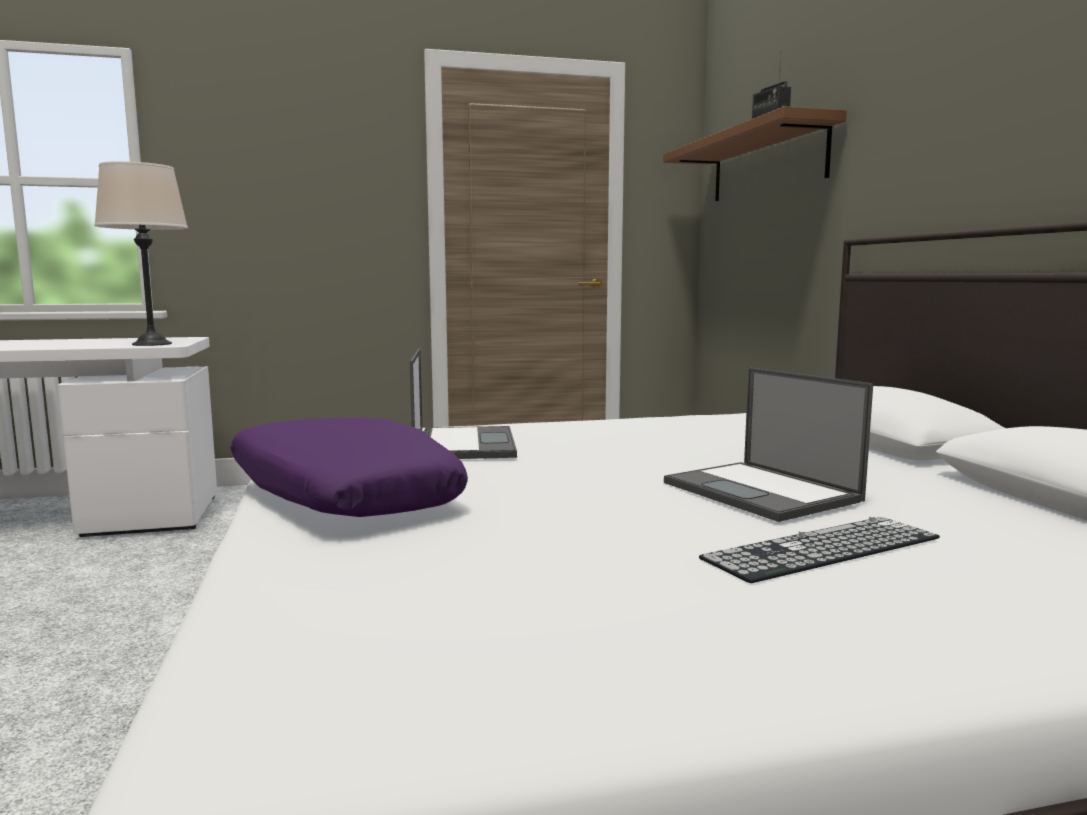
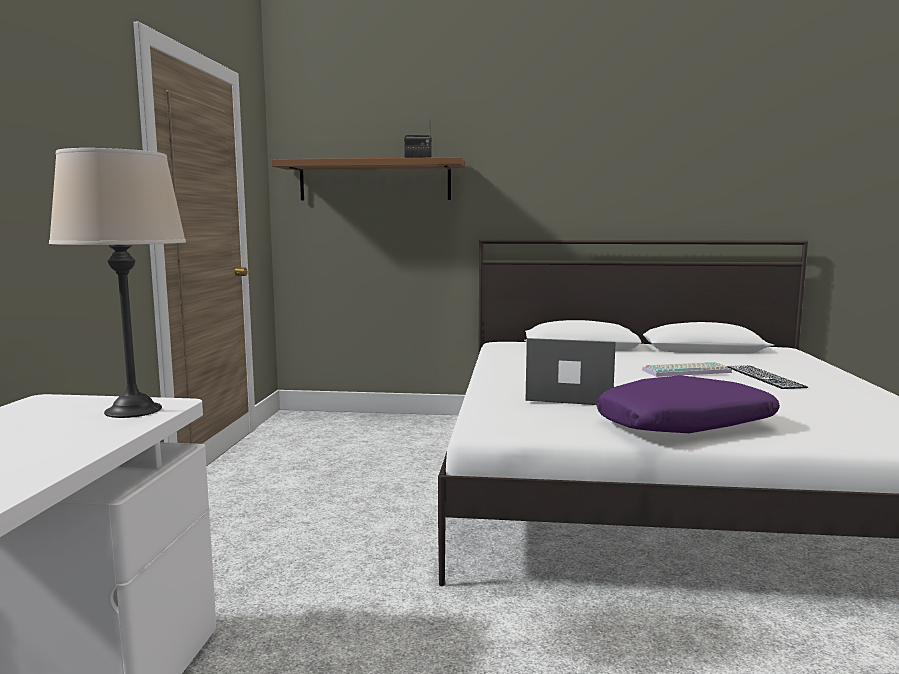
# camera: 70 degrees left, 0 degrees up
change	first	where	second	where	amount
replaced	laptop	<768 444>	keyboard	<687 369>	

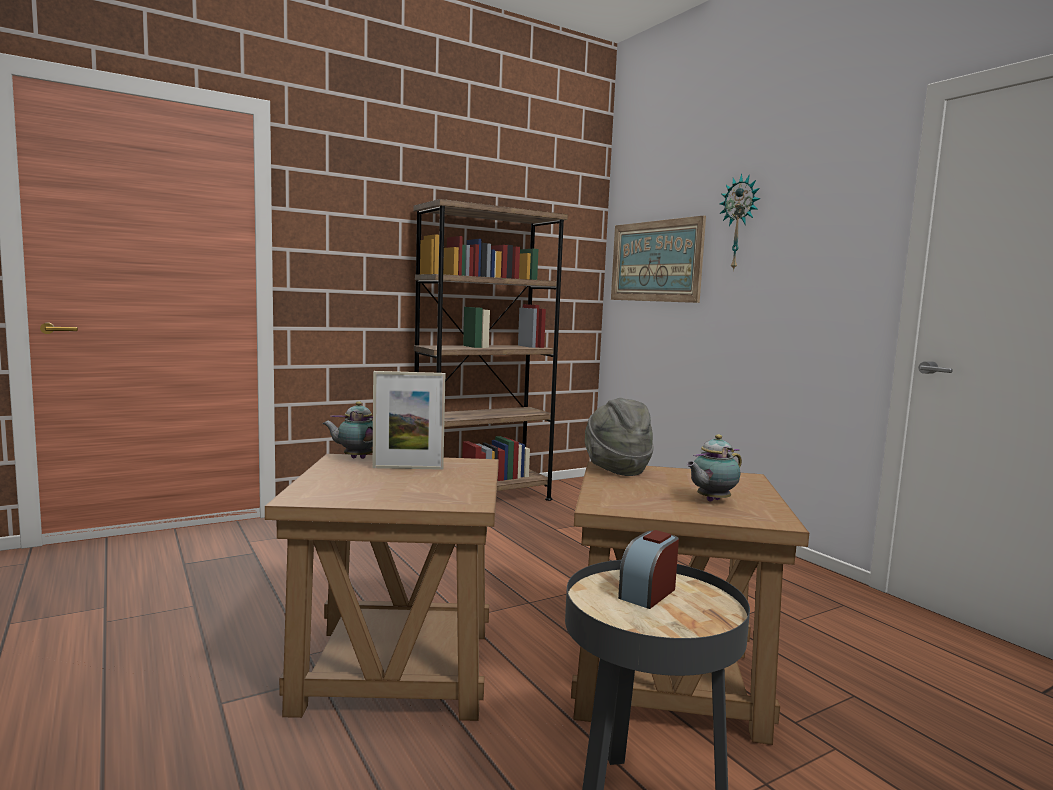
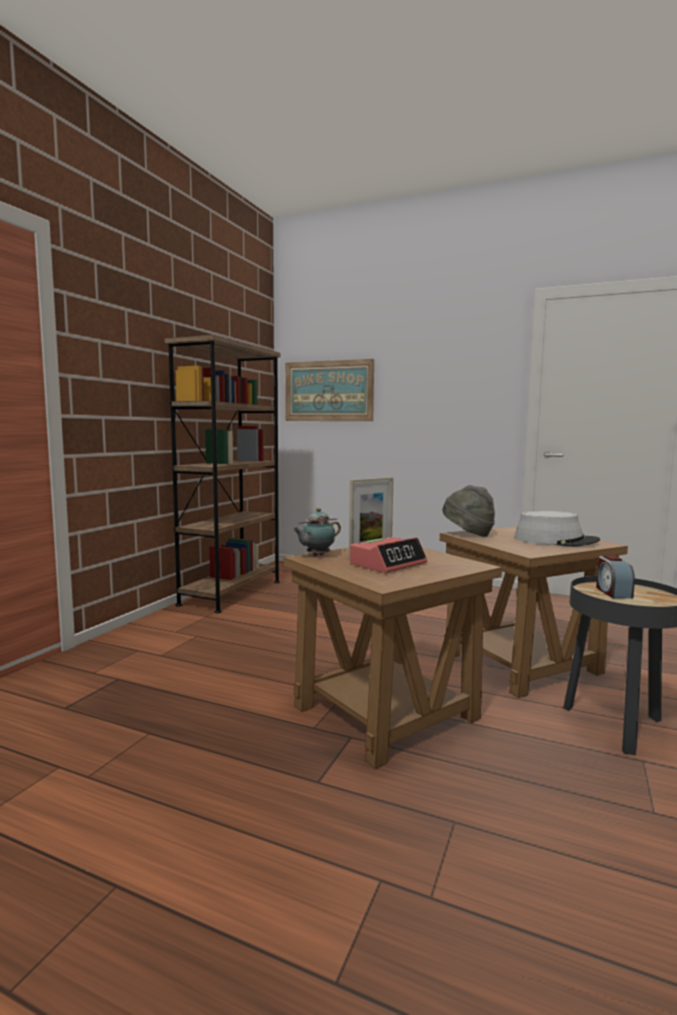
# camera: 35 degrees left, 0 degrees up
change	first	where	second	where	amount
replaced	teapot	<714 468>	grey hat	<557 528>	
removed	wall clock	<740 222>			
added			alarm clock	<388 555>	

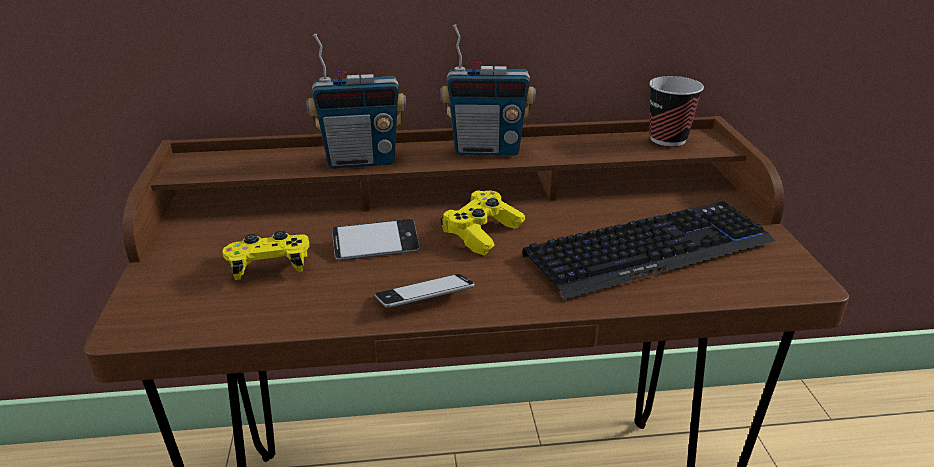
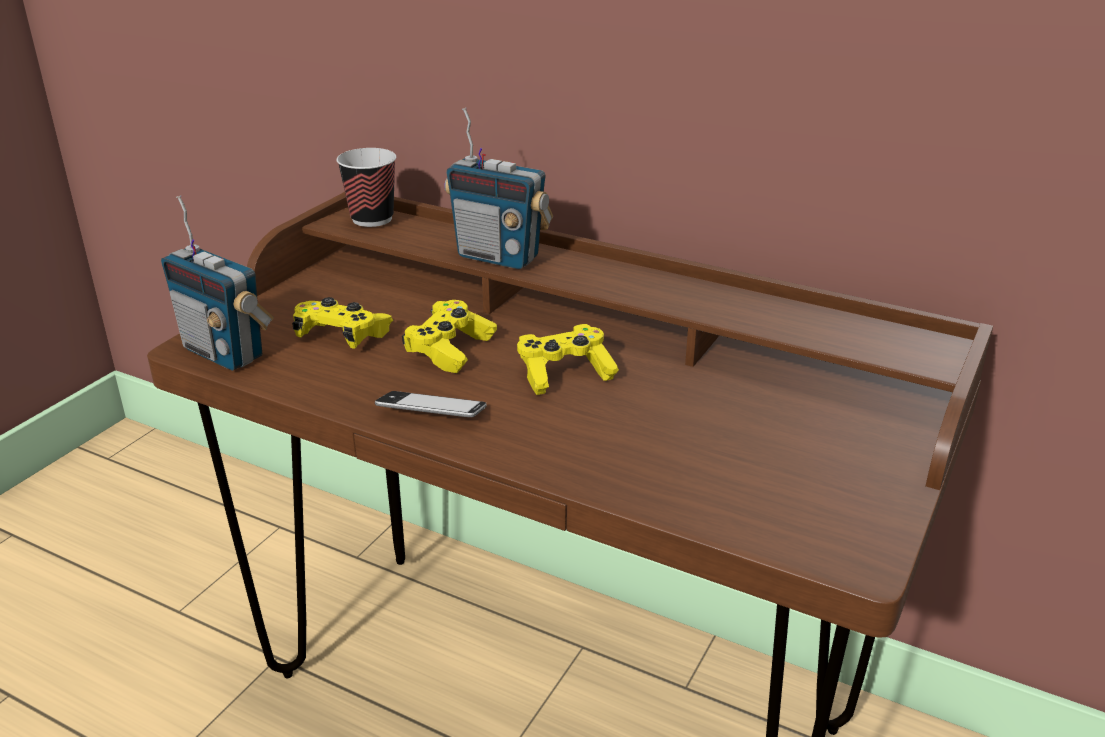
# camera: 35 degrees right, 0 degrees up
change	first	where	second	where	amount
replaced	phone	<376 240>	yellow game controller	<449 336>	
moved	radio	<488 90>		<217 283>	
removed	keyboard	<648 250>			
moved	cup	<676 111>		<366 187>	

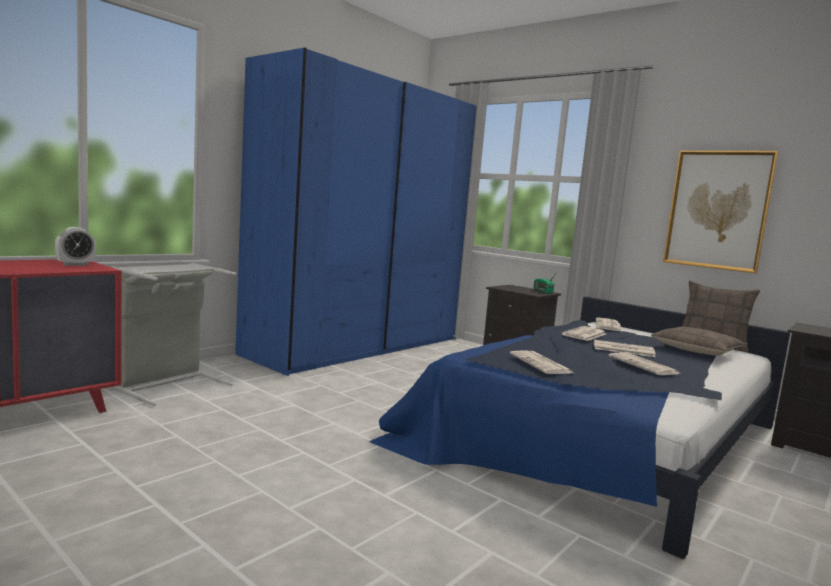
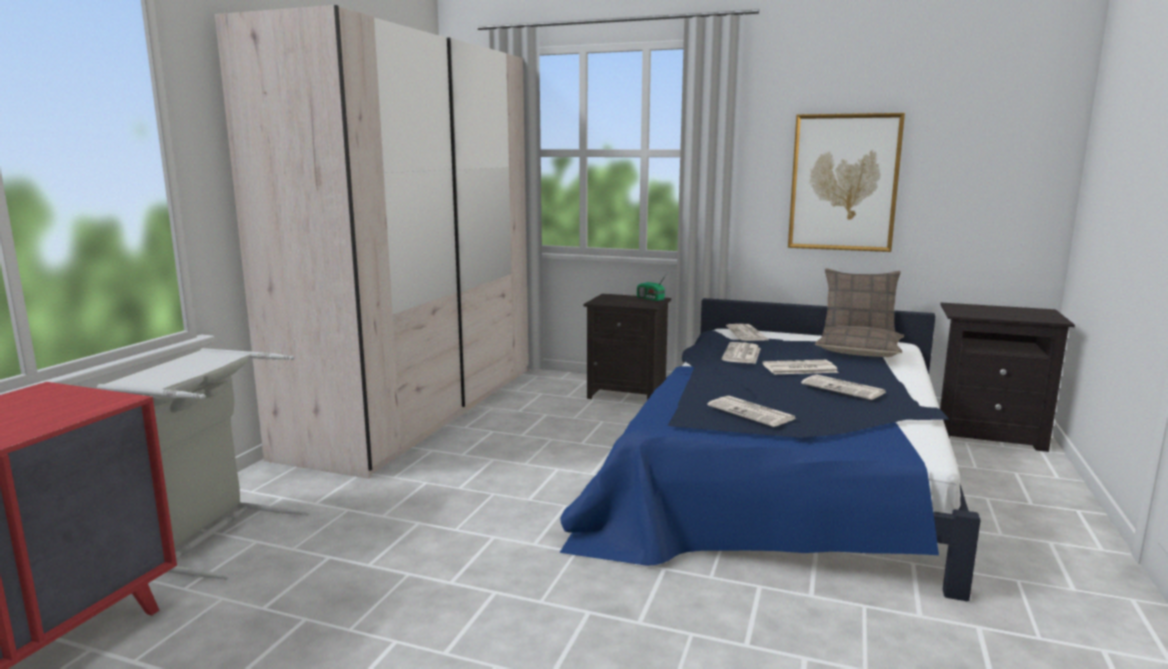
# camera: 20 degrees left, 5 degrees up
change	first	where	second	where	amount
removed	alarm clock	<75 246>			
recoloured	blue wardrobe	<356 211>	beige wardrobe	<372 242>	

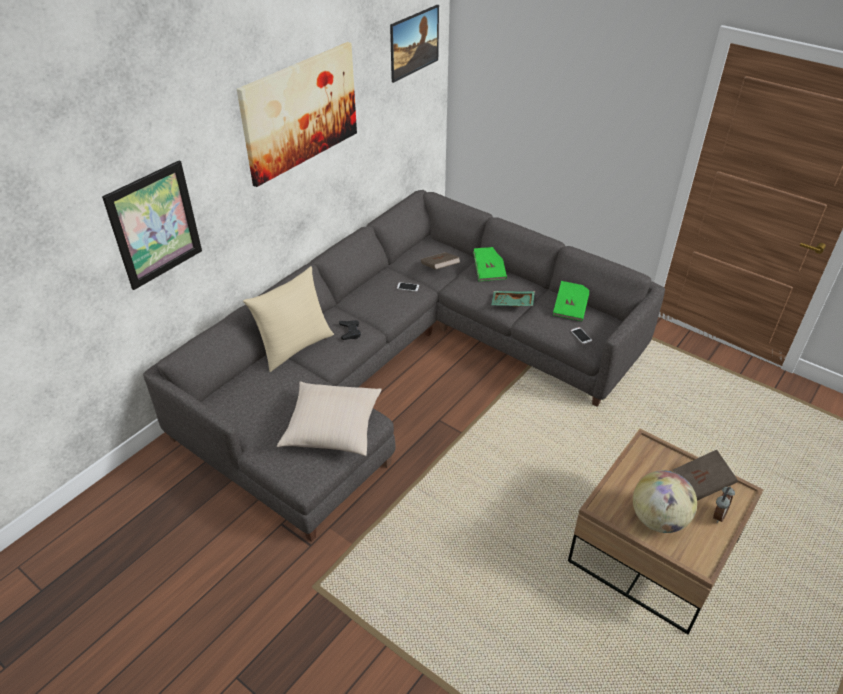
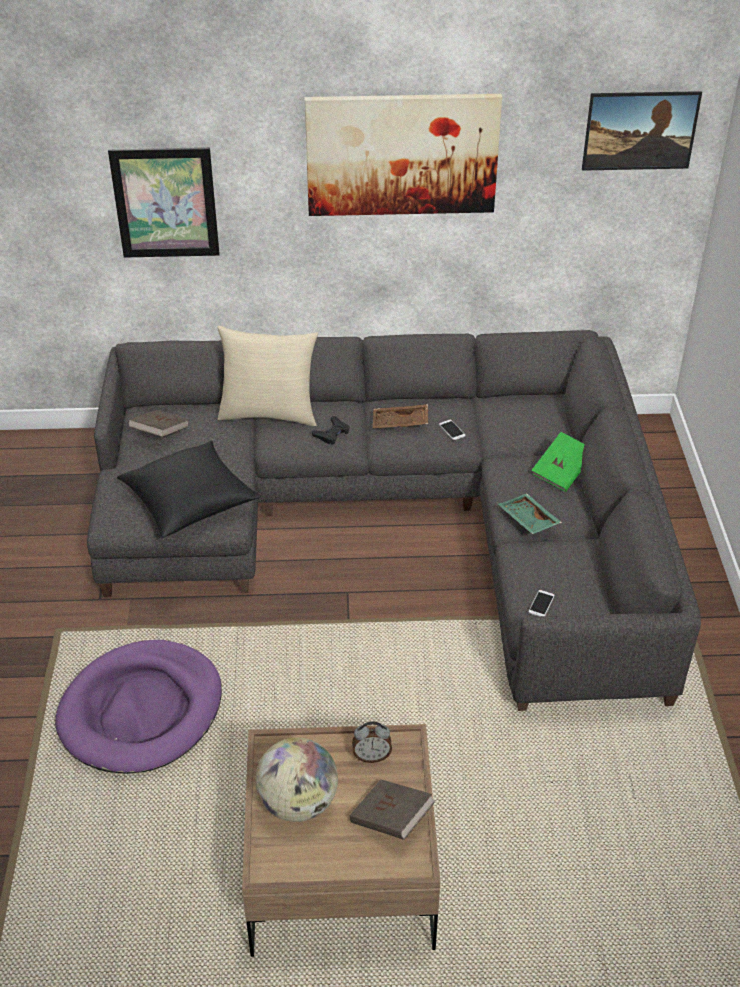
# camera: 50 degrees right, 0 degrees up
change	first	where	second	where	amount
recoloured	beige pillow	<329 418>	black pillow	<189 489>	
moved	brown book	<441 260>		<158 423>	
removed	green book	<571 301>			
moved	alarm clock	<724 504>		<372 742>	
added			purple dog bed	<138 707>	
added			brown tray	<400 416>	

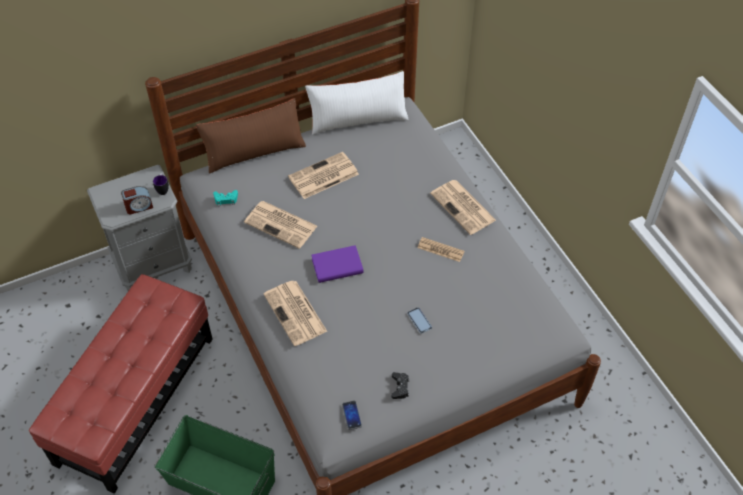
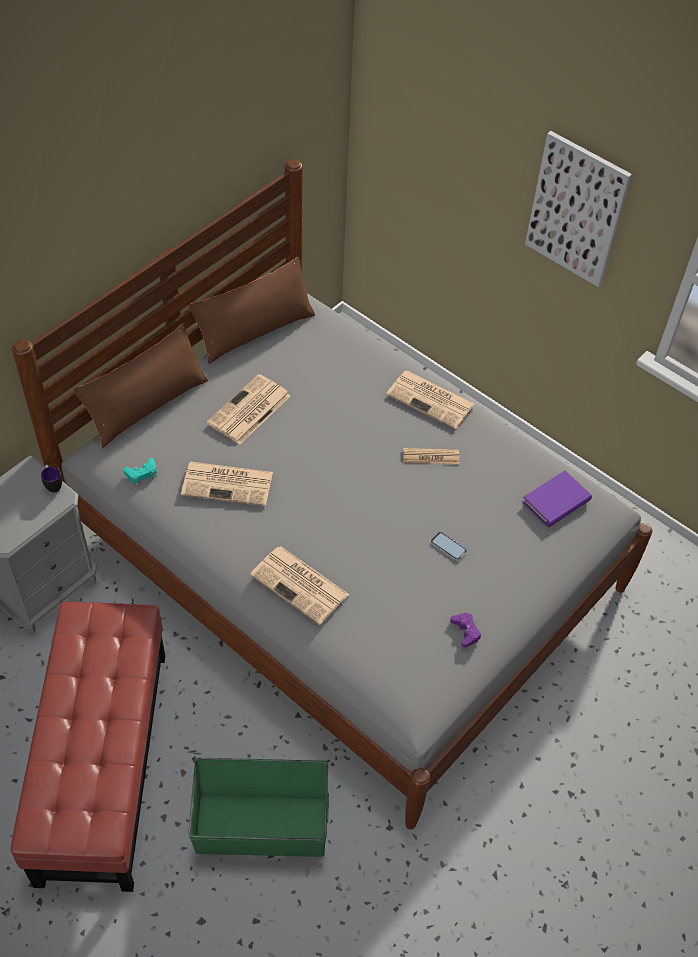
# camera: 25 degrees left, 0 degrees up
change	first	where	second	where	amount
removed	alarm clock	<137 200>			
recoloured	white pillow	<357 103>	brown pillow	<251 310>	
moved	purple book	<337 264>		<557 499>	
removed	phone	<352 415>			
recoloured	black game controller	<400 385>	purple game controller	<465 630>	
added			picture	<578 209>	

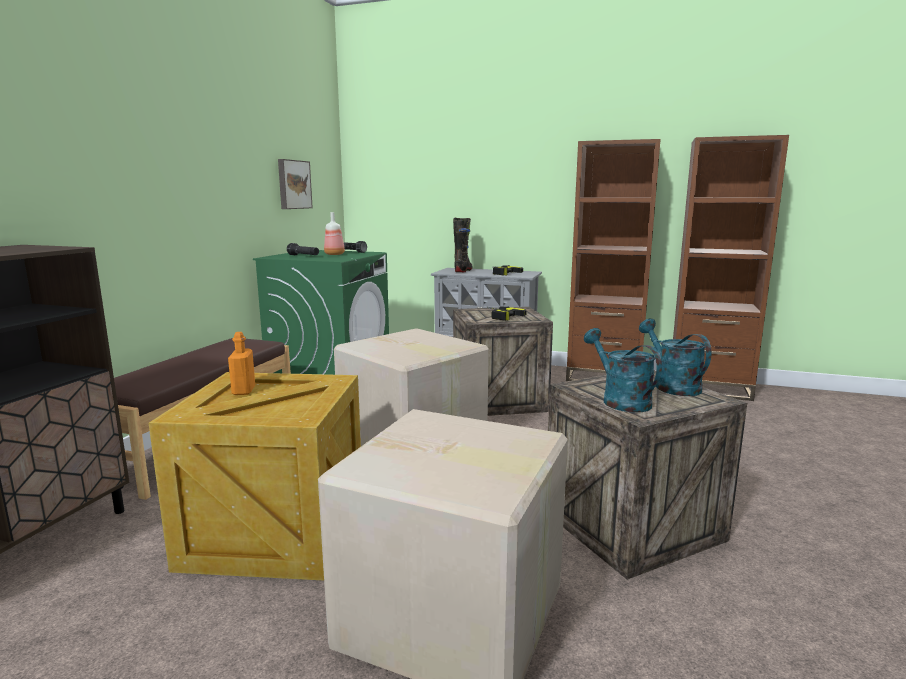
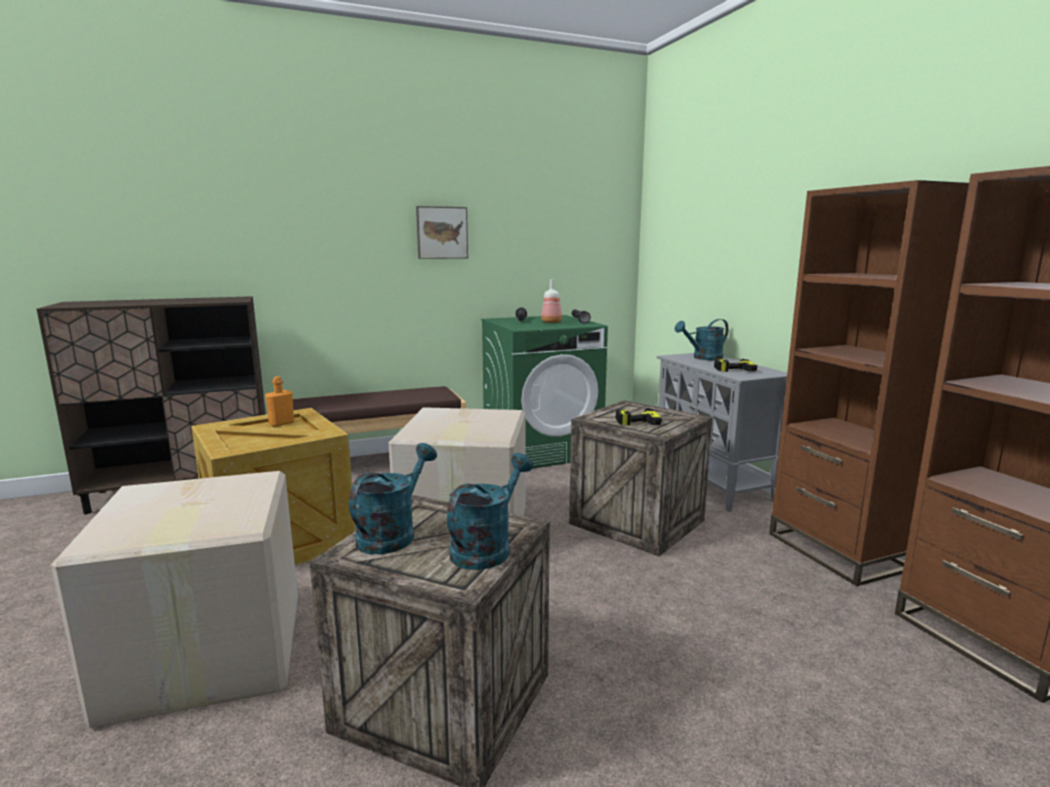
# camera: 50 degrees right, 0 degrees up
change	first	where	second	where	amount
moved	picture	<295 184>		<442 232>	
replaced	black boot	<463 245>	turquoise watering can	<701 339>	

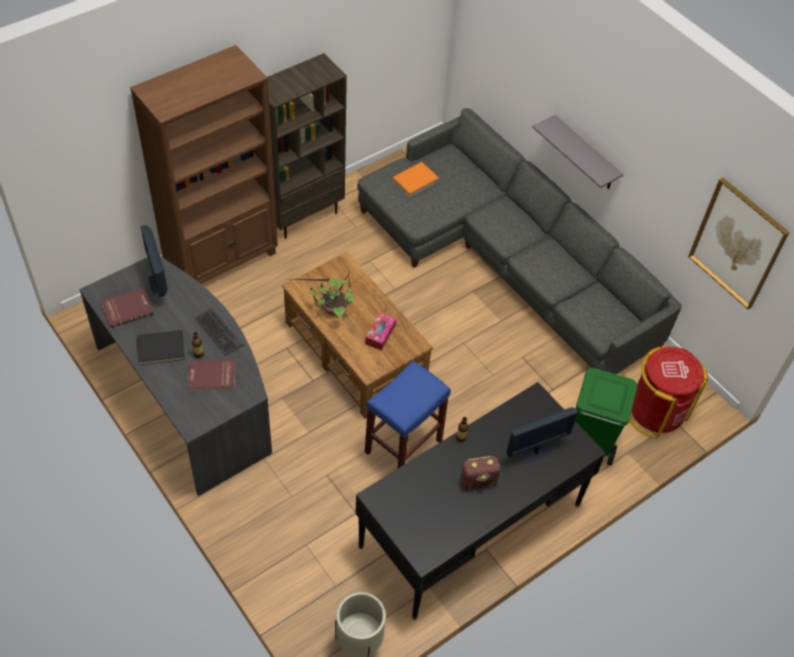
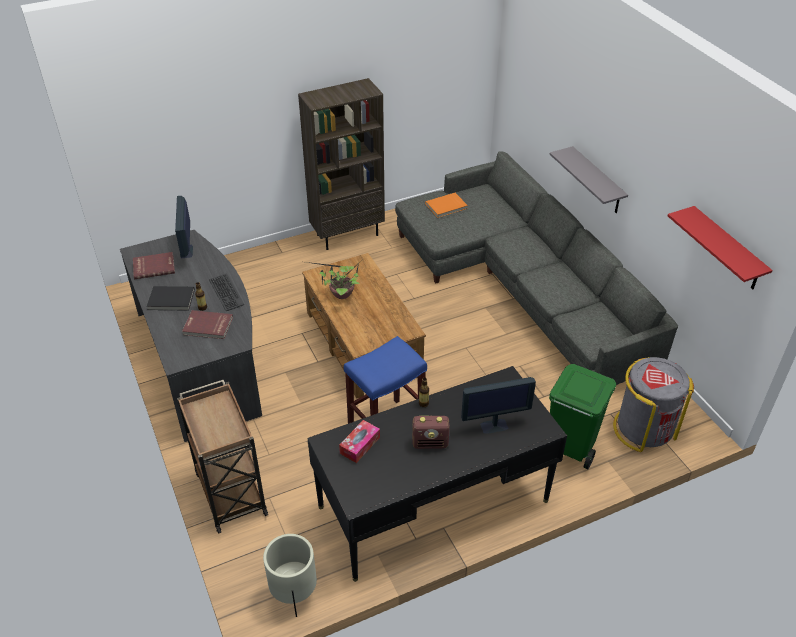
# camera: 15 degrees right, 10 degrees down
change	first	where	second	where	amount
removed	brown bookcase	<204 164>			
moved	tissue box	<380 332>		<359 441>	
recoloured	red trash can	<668 393>	grey trash can	<653 404>	
replaced	picture	<739 244>	red shelf	<720 248>	
added			brown cart	<222 457>	

